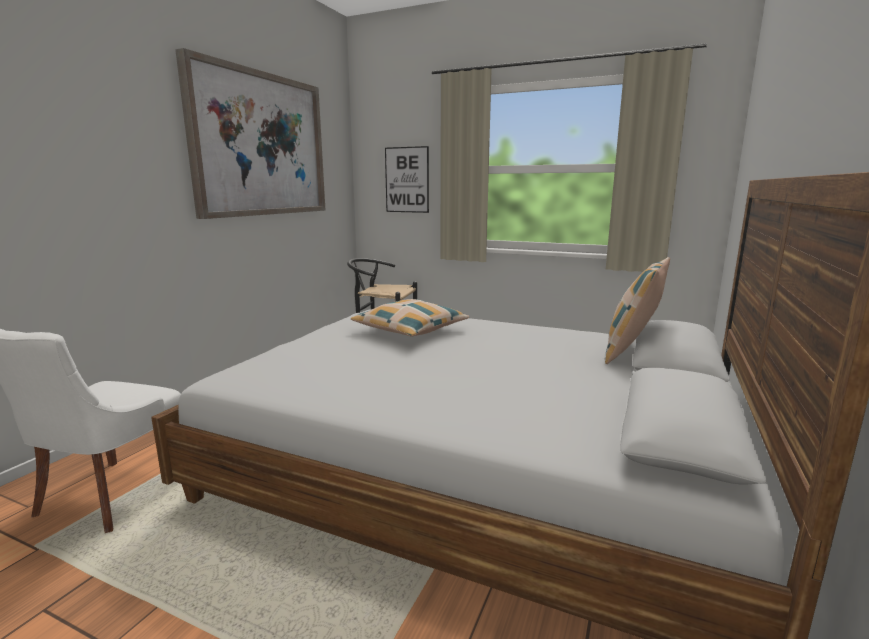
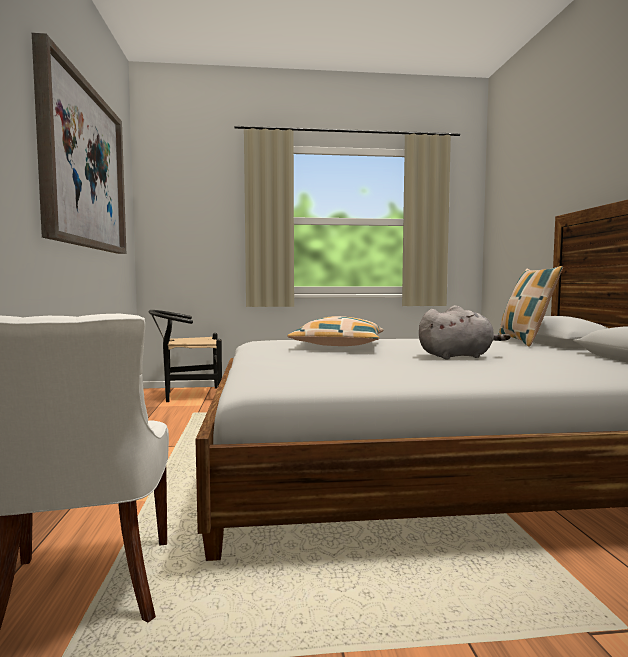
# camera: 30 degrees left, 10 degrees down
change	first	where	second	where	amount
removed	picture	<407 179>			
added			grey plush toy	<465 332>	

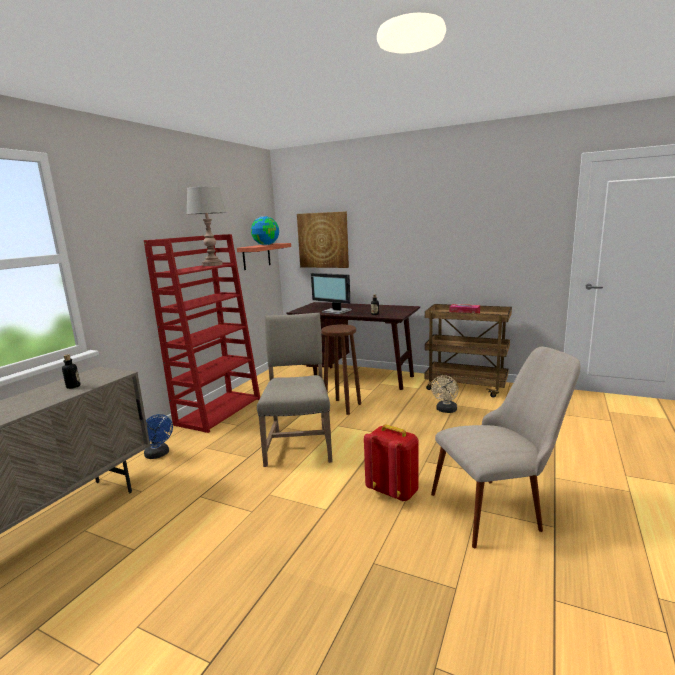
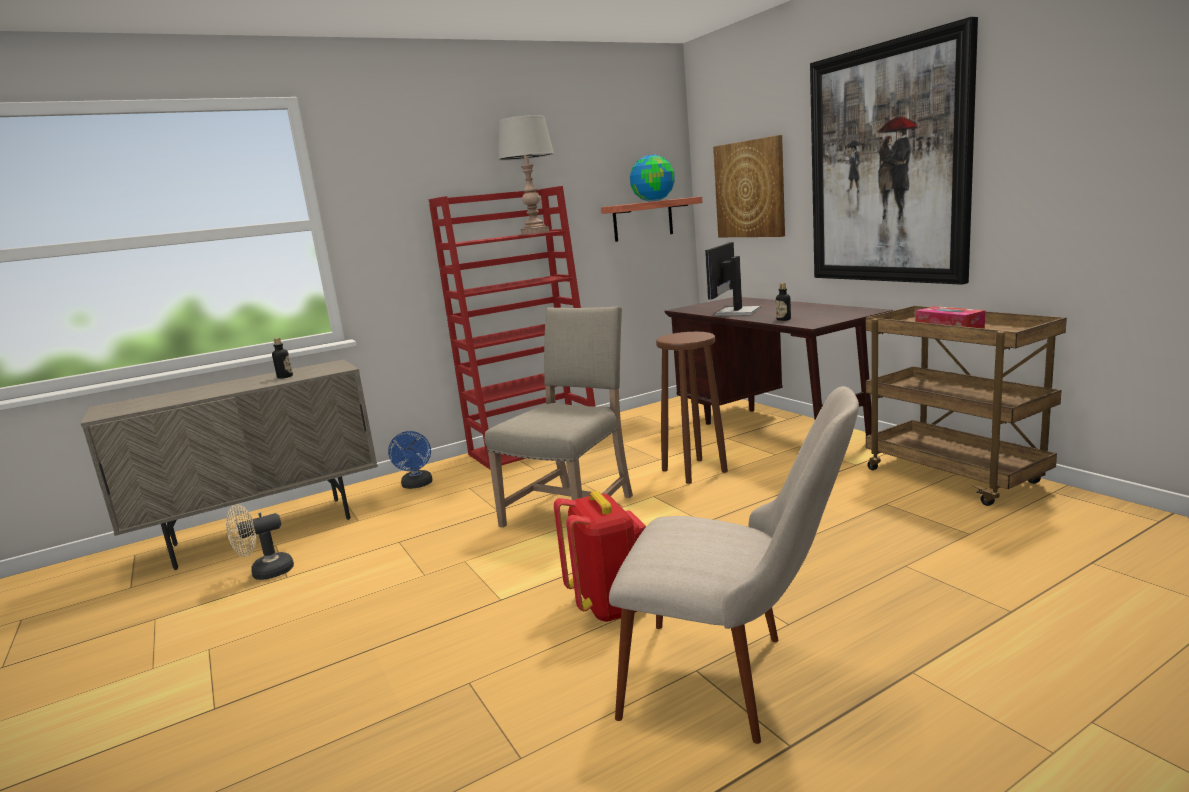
# camera: 35 degrees right, 0 degrees up
change	first	where	second	where	amount
turned	monitor	<331 293>		<733 279>	45 degrees clockwise
moved	beige fan	<445 394>		<260 542>	
added			picture	<894 151>	

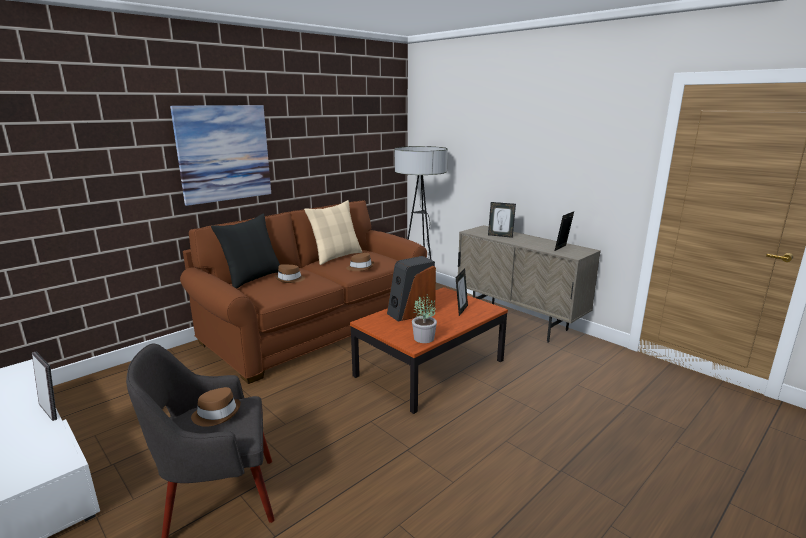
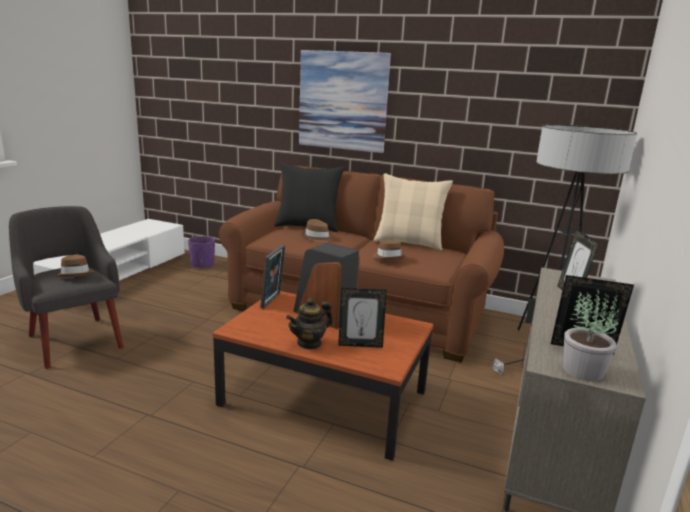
# camera: 65 degrees right, 0 degrees up
change	first	where	second	where	amount
moved	picture frame	<44 386>		<272 277>	
moved	potted plant	<424 319>		<591 335>	
added			purple planter	<201 252>	
added			teapot	<309 324>	

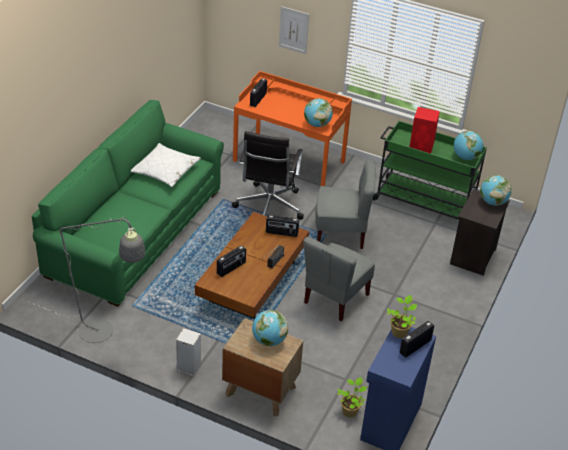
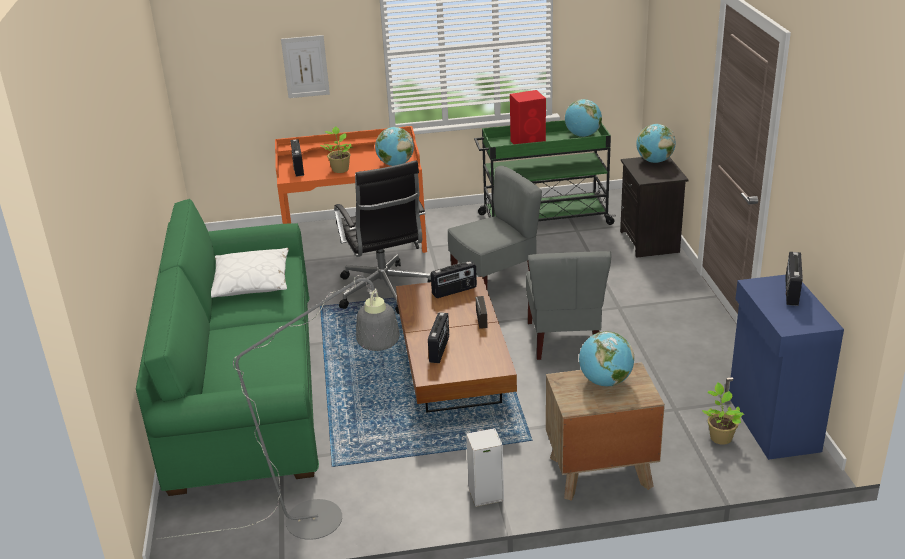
# camera: 30 degrees left, 10 degrees down
change	first	where	second	where	amount
moved	potted plant	<402 316>		<336 149>	

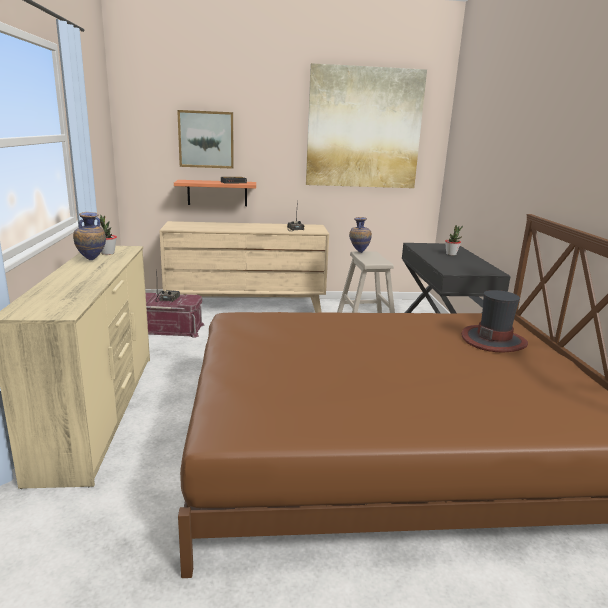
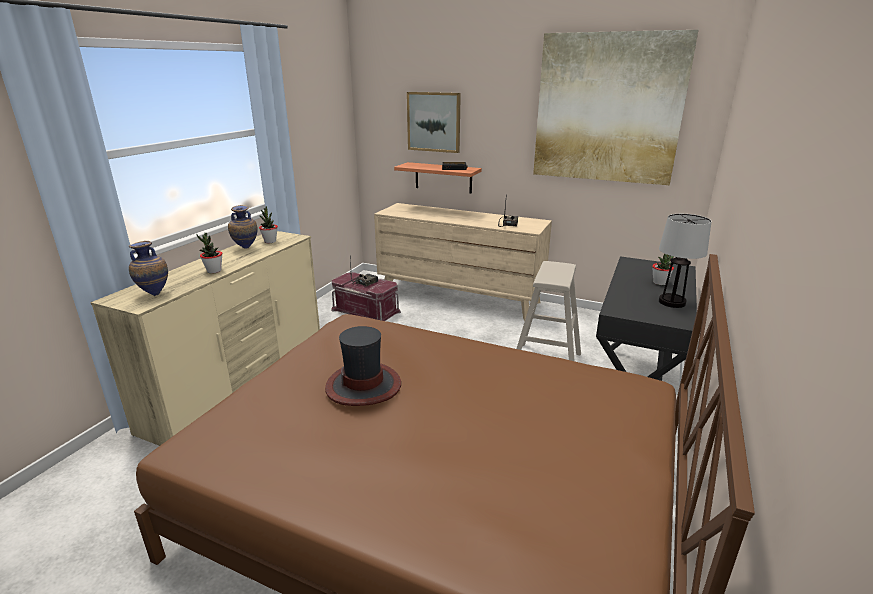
# camera: 30 degrees right, 5 degrees up
change	first	where	second	where	amount
moved	vase	<360 235>		<148 268>	
moved	hat	<494 321>		<363 366>	
added			potted plant	<210 253>	
added			table lamp	<685 261>	

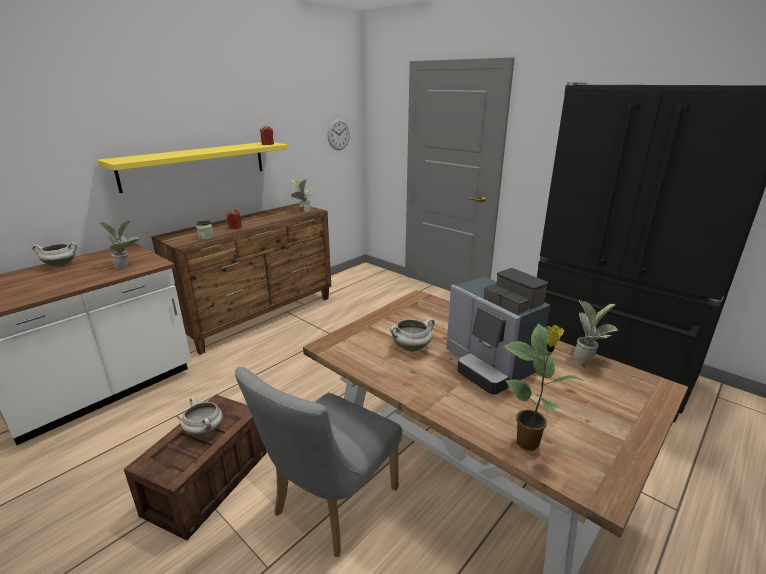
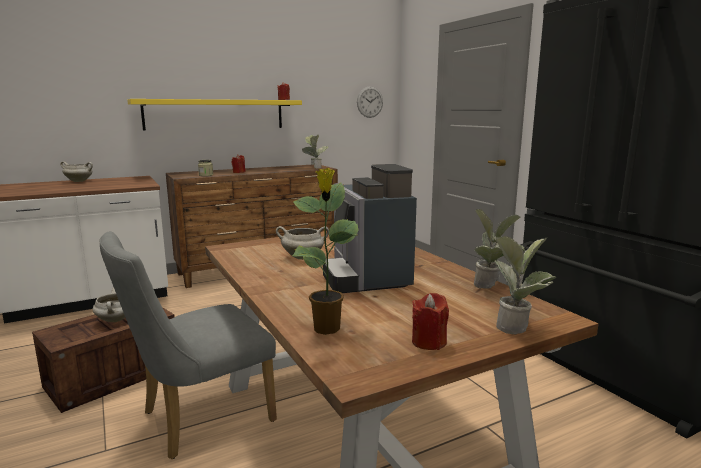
# camera: 20 degrees right, 10 degrees down
change	first	where	second	where	amount
moved	potted plant	<119 245>		<525 285>	
added			red candle	<430 321>	

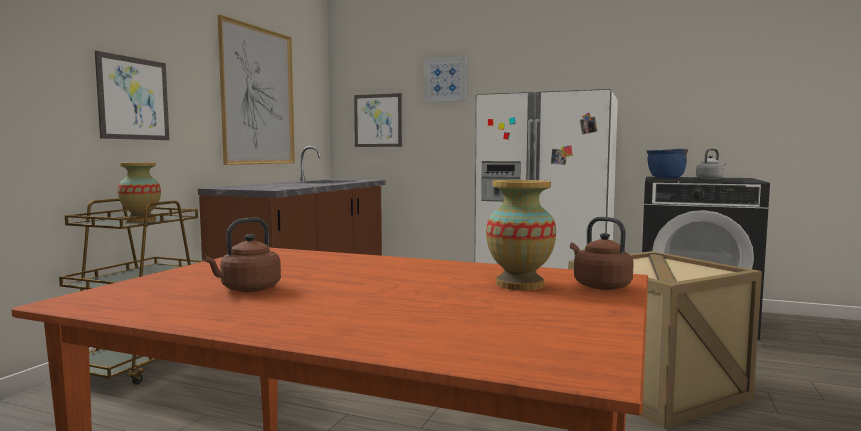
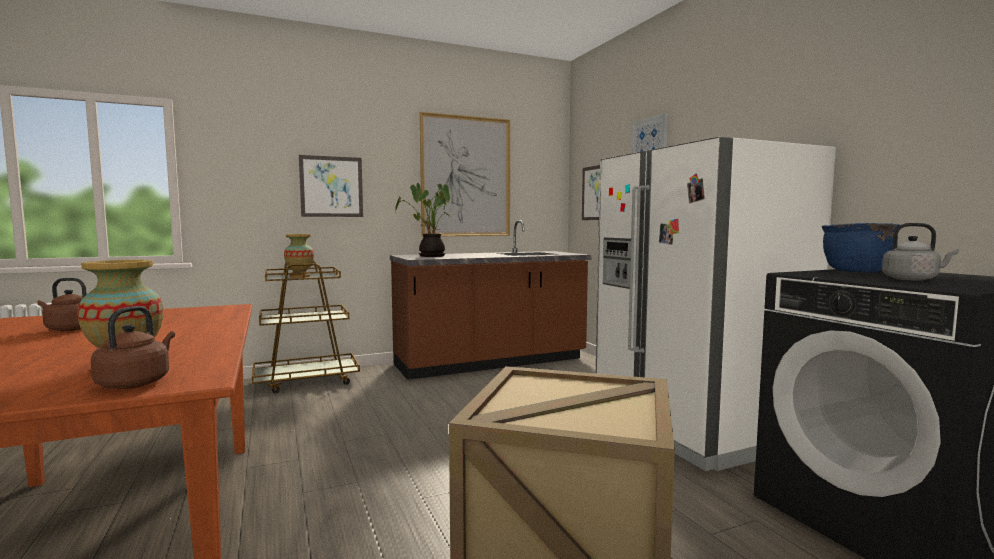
# camera: 45 degrees right, 0 degrees up
change	first	where	second	where	amount
added			potted plant	<422 220>	

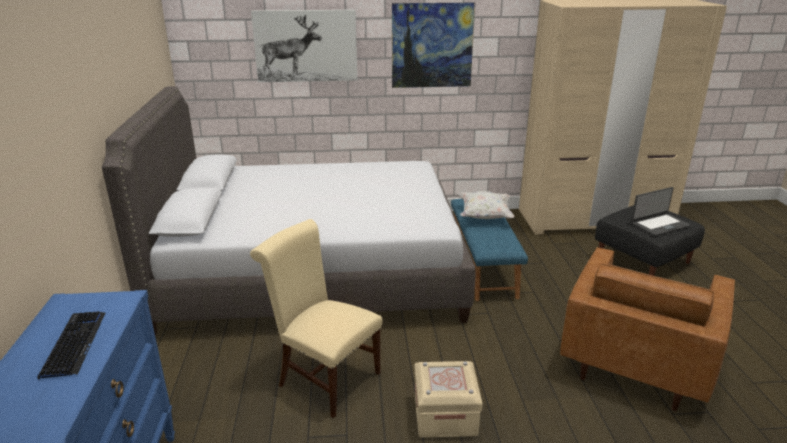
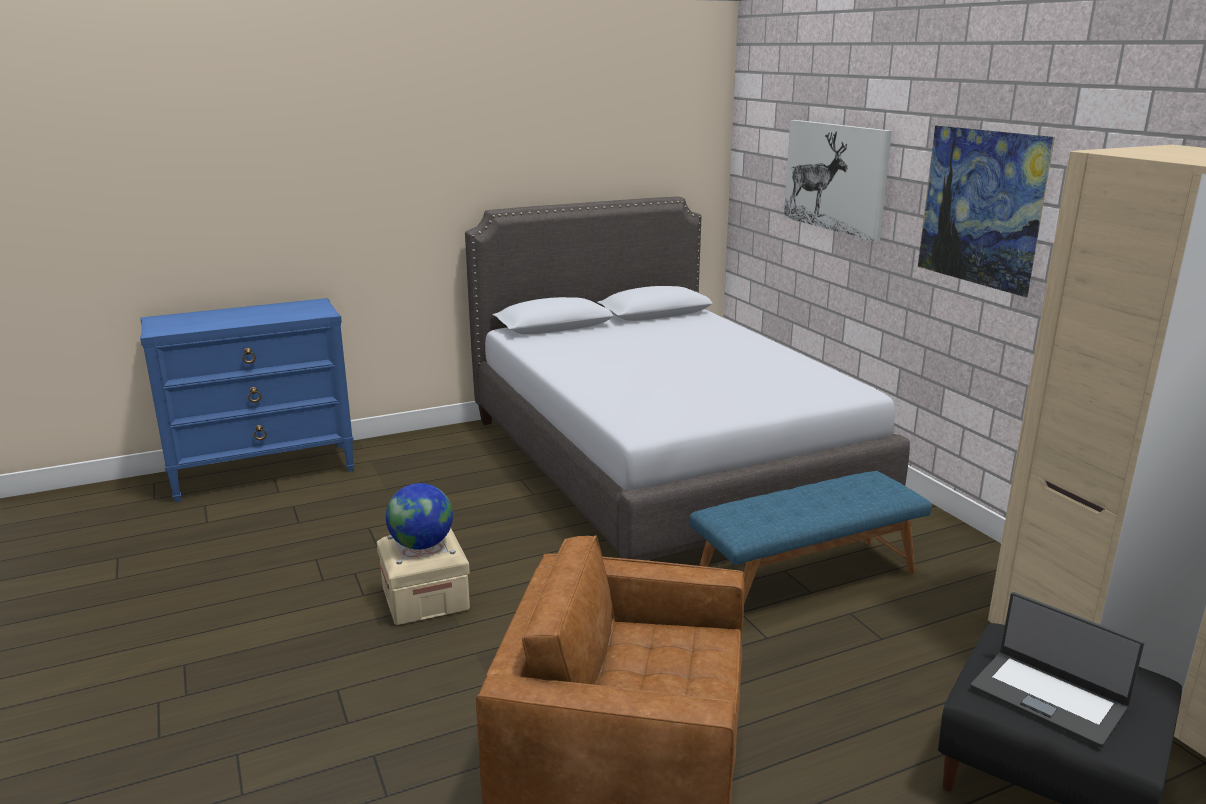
# camera: 70 degrees right, 5 degrees down
change	first	where	second	where	amount
removed	keyboard	<71 345>			
removed	beige chair	<316 318>			
removed	white pillow	<487 205>			
added			globe	<419 516>	

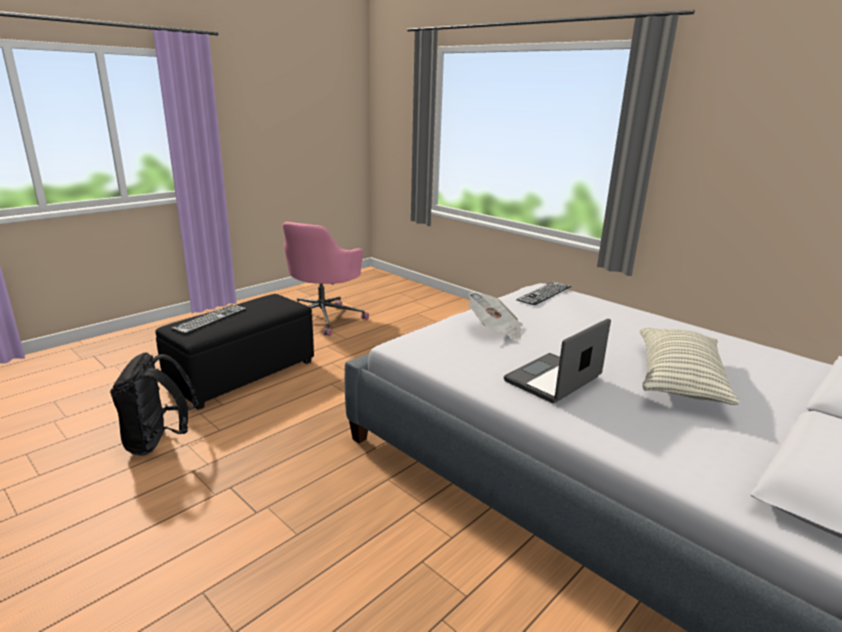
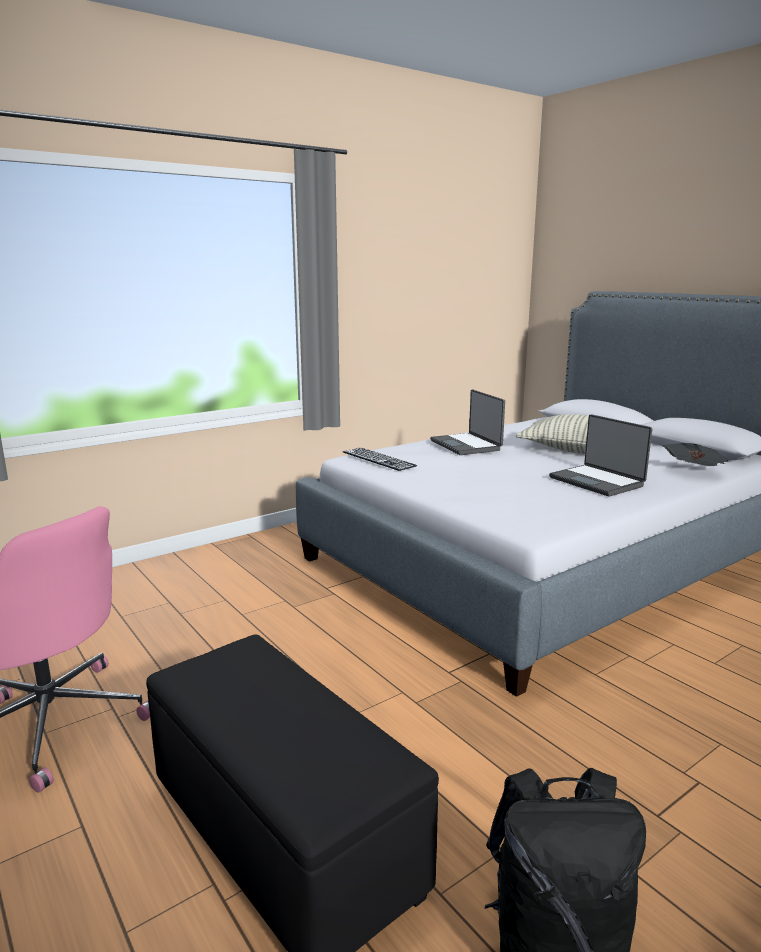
# camera: 80 degrees left, 5 degrees down
change	first	where	second	where	amount
removed	keyboard	<209 319>			
moved	newspaper	<496 316>		<695 454>	
added			laptop	<467 422>	

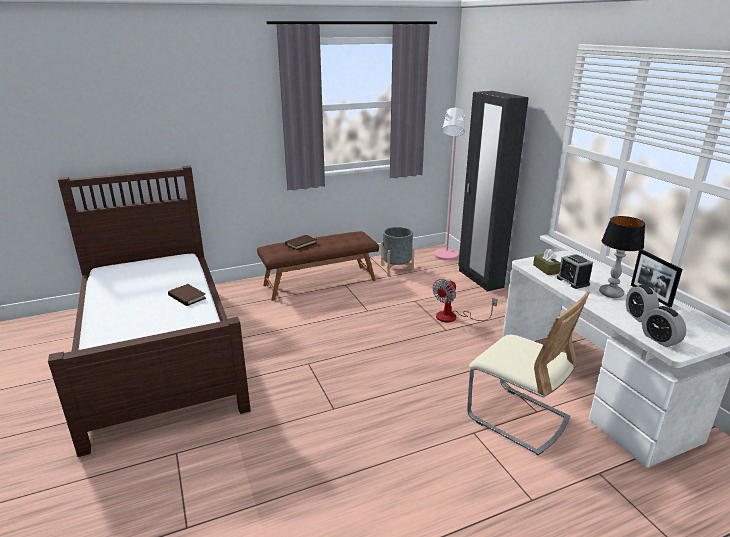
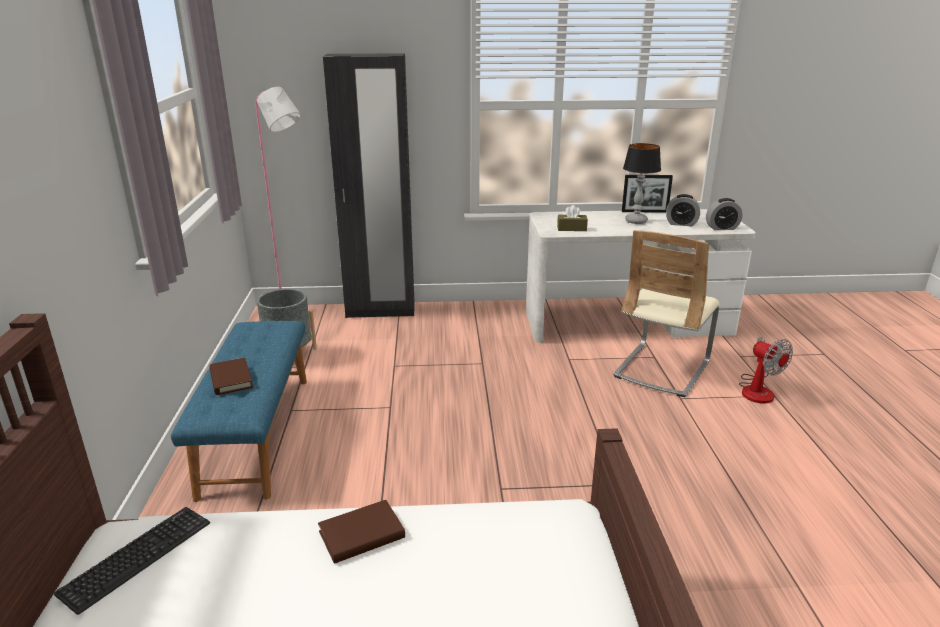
# camera: 70 degrees left, 0 degrees up
change	first	where	second	where	amount
recoloured	brown bench	<318 266>	blue bench	<239 411>	
moved	fan	<465 300>		<766 370>	
turned	beige chair	<528 373>		<666 313>	150 degrees clockwise
removed	alarm clock	<575 271>			
added			keyboard	<132 561>	

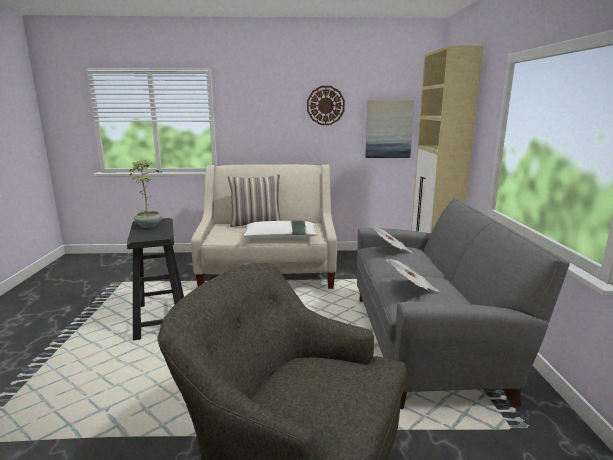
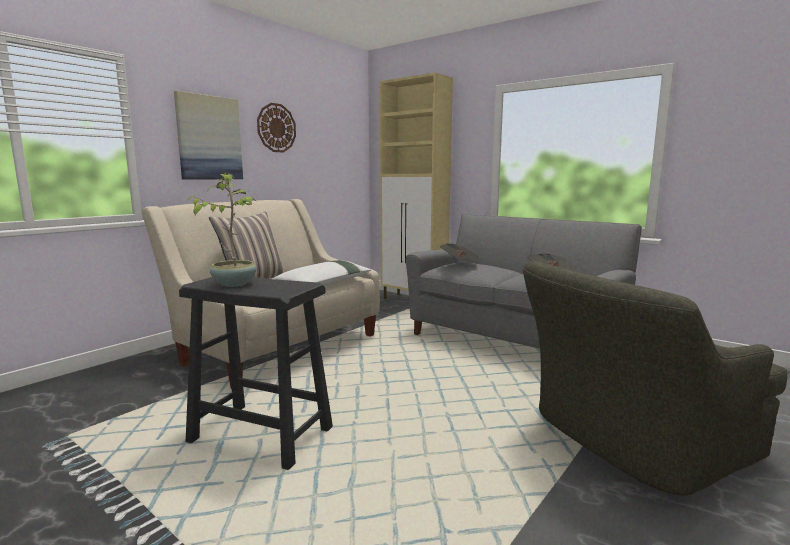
# camera: 50 degrees left, 5 degrees down
change	first	where	second	where	amount
moved	picture	<389 129>		<208 135>	

